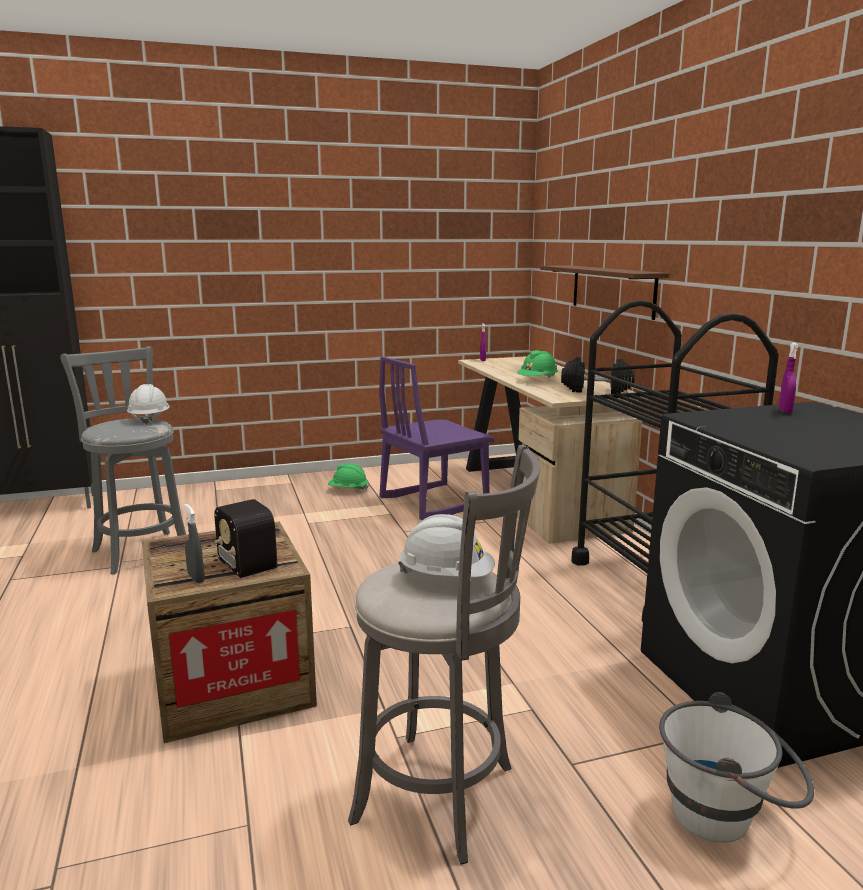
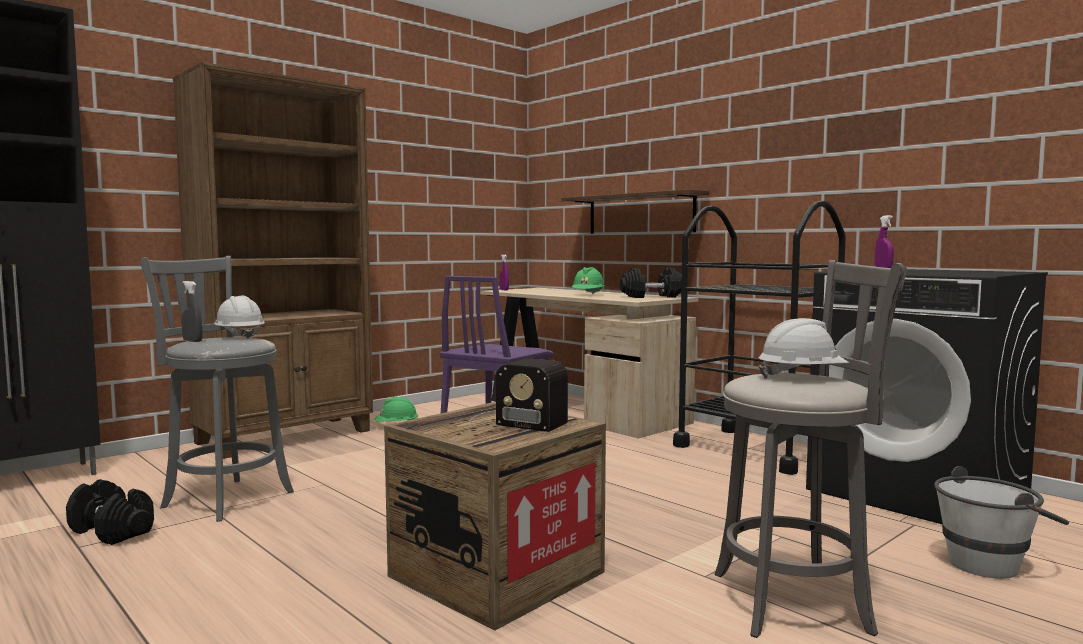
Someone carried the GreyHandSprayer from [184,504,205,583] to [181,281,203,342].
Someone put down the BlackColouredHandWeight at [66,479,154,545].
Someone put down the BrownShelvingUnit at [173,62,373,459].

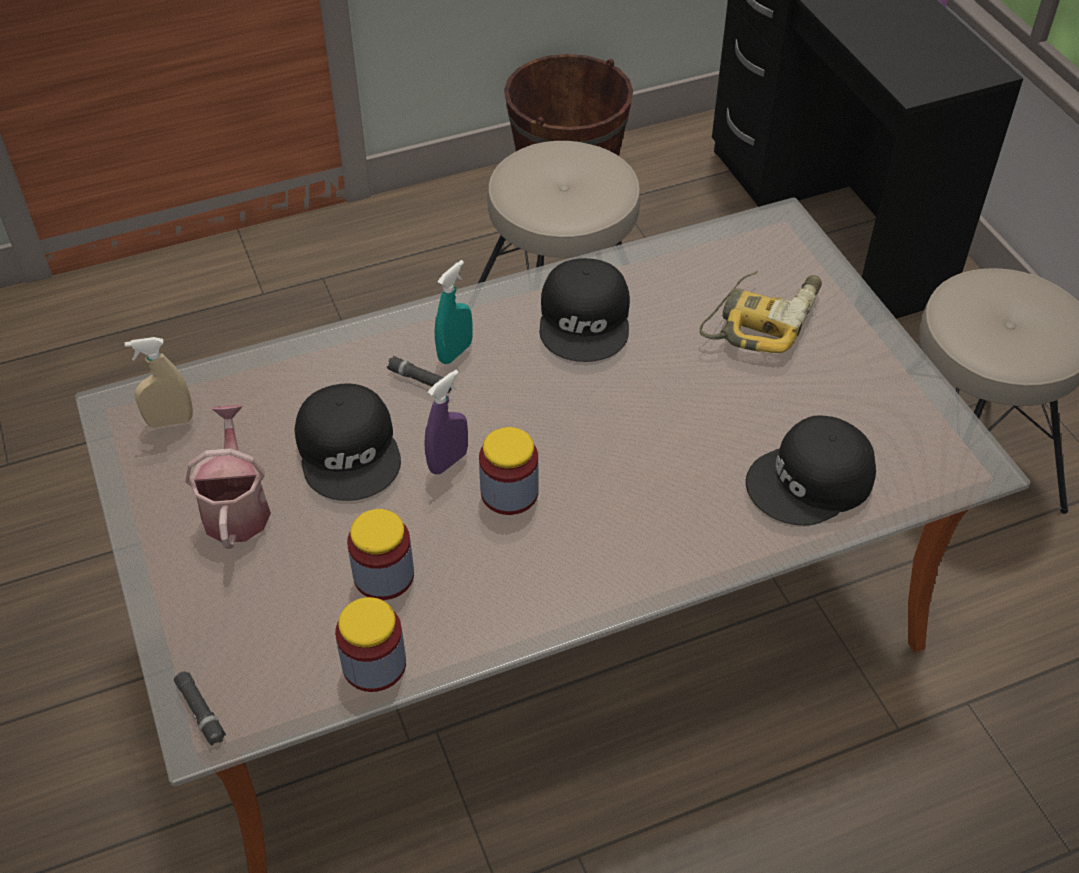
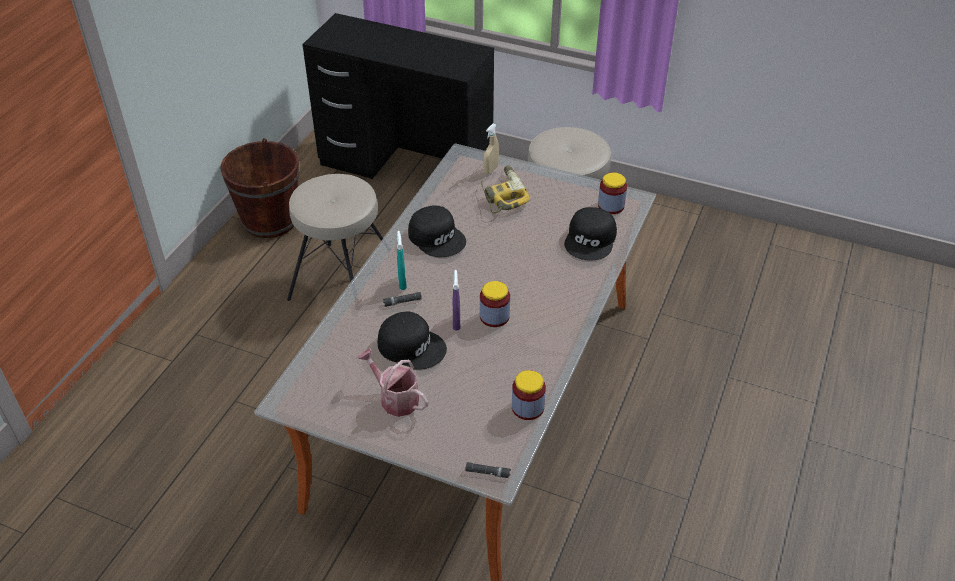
Someone carried the BeigeHandSprayer from [125,337,193,427] to [483,124,499,174].
Someone carried the PreserveJar from [347,509,414,600] to [598,173,627,214].

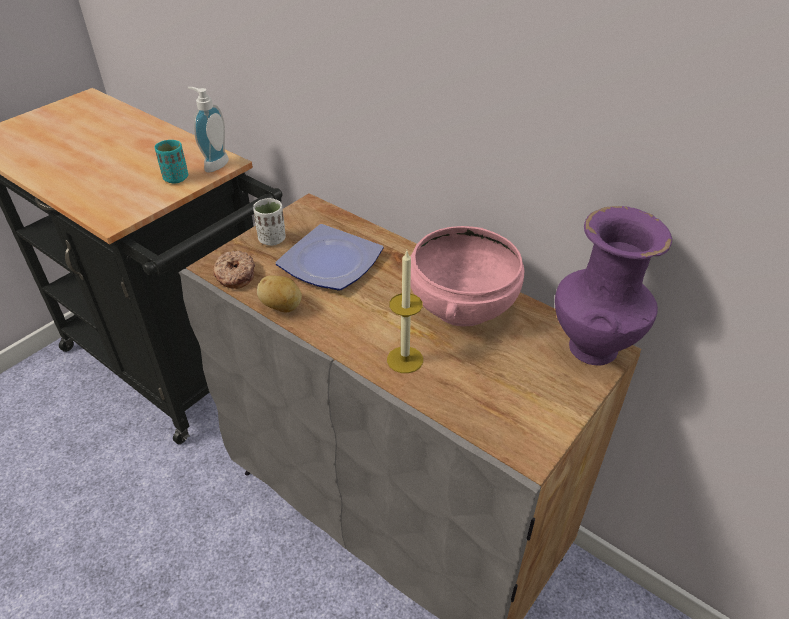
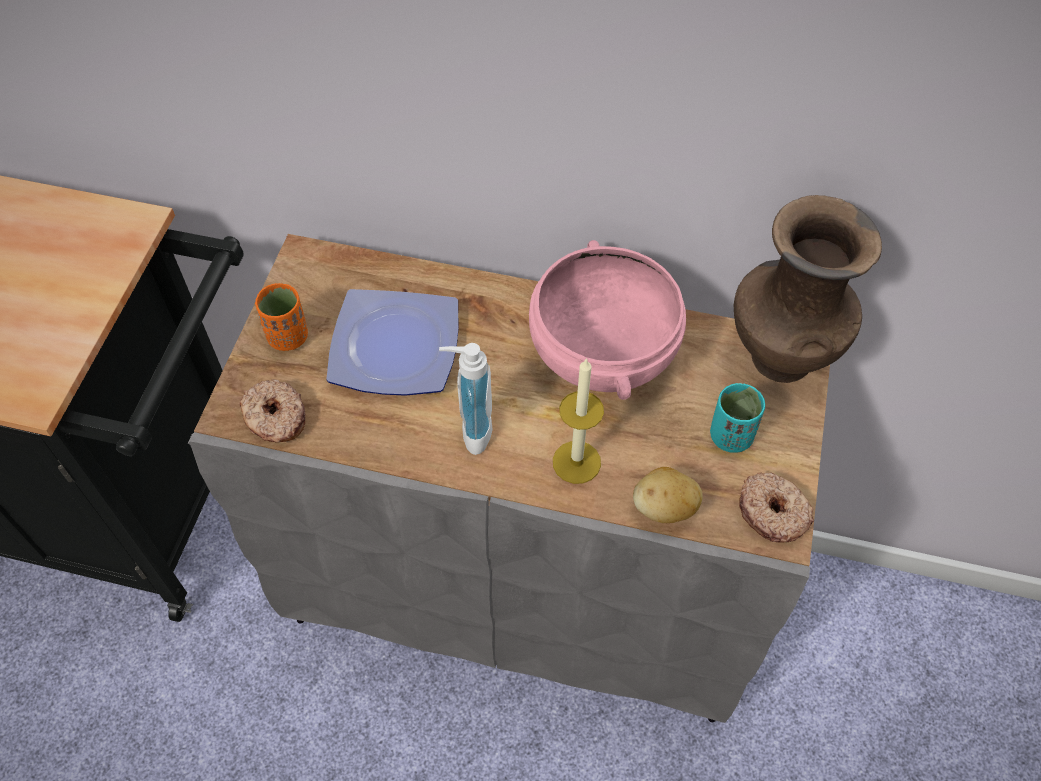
Someone carried the BlueGreenCup from [155,140,188,184] to [710,383,765,453].
Someone carried the SoapDispenser from [188,87,229,173] to [439,343,493,455].
Someone repainted the WhiteColouredCup at [253,198,285,246], which became the OrangeyCup at [255,283,308,351].
Someone carried the Spud from [257,275,302,312] to [633,467,702,523].
Someone repainted the PurplishDecorativeVase at [555,206,672,365], which became the BrownDecorativeVase at [734,195,882,383].
Someone put down the RingDoughnut at [739,472,814,542].

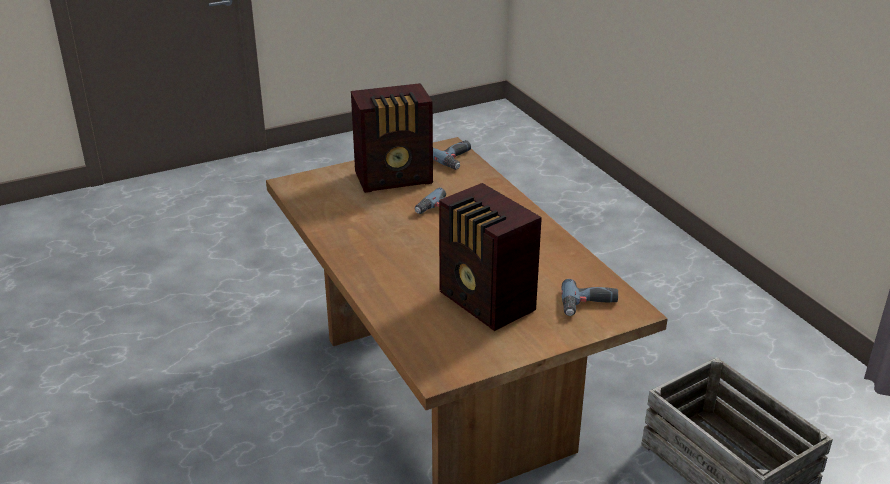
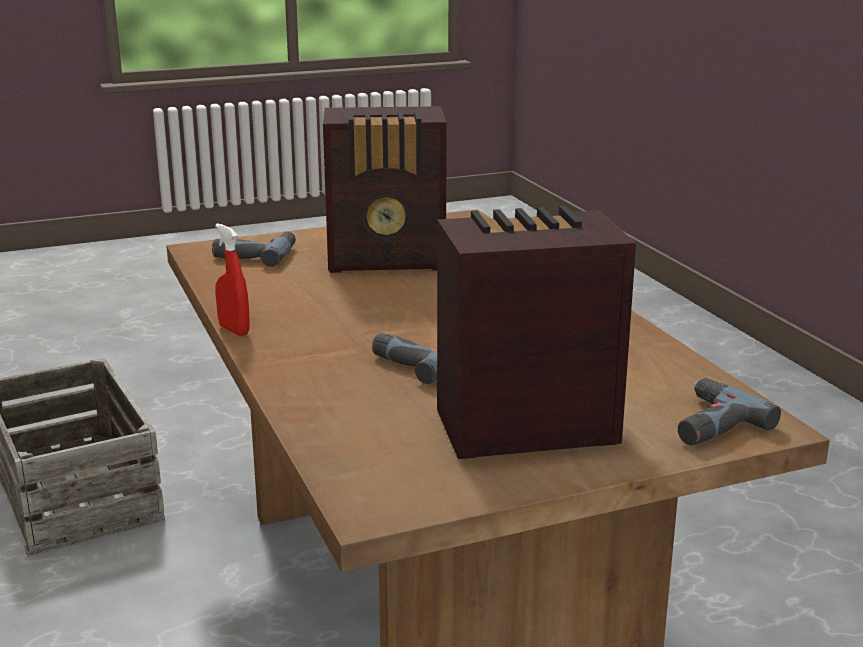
Someone carried the ElectricDrill from [433,140,471,170] to [678,378,781,445].
Someone rotated the RadioSet at [439,183,542,331] by 120 degrees clockwise.
Someone put down the ReddishHandSprayer at [215,224,250,336].

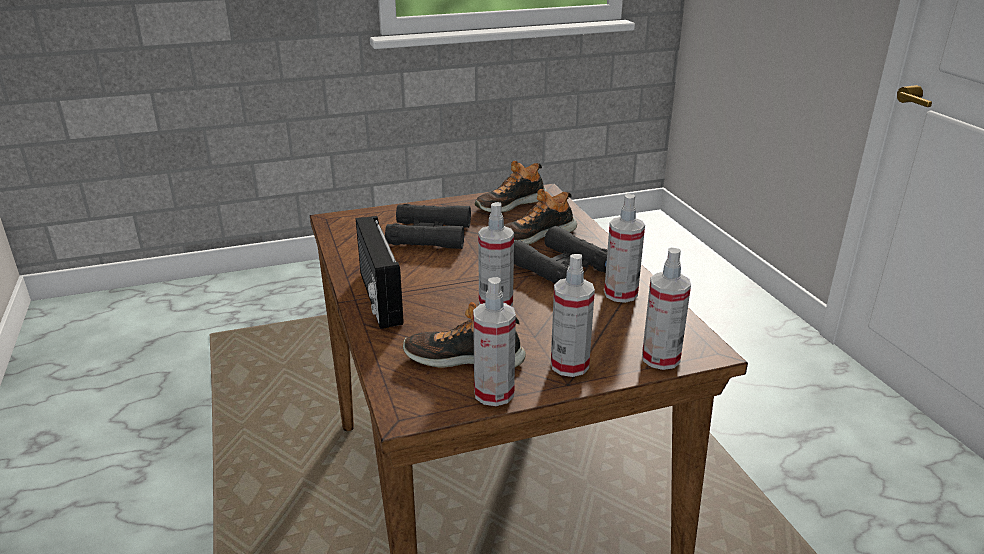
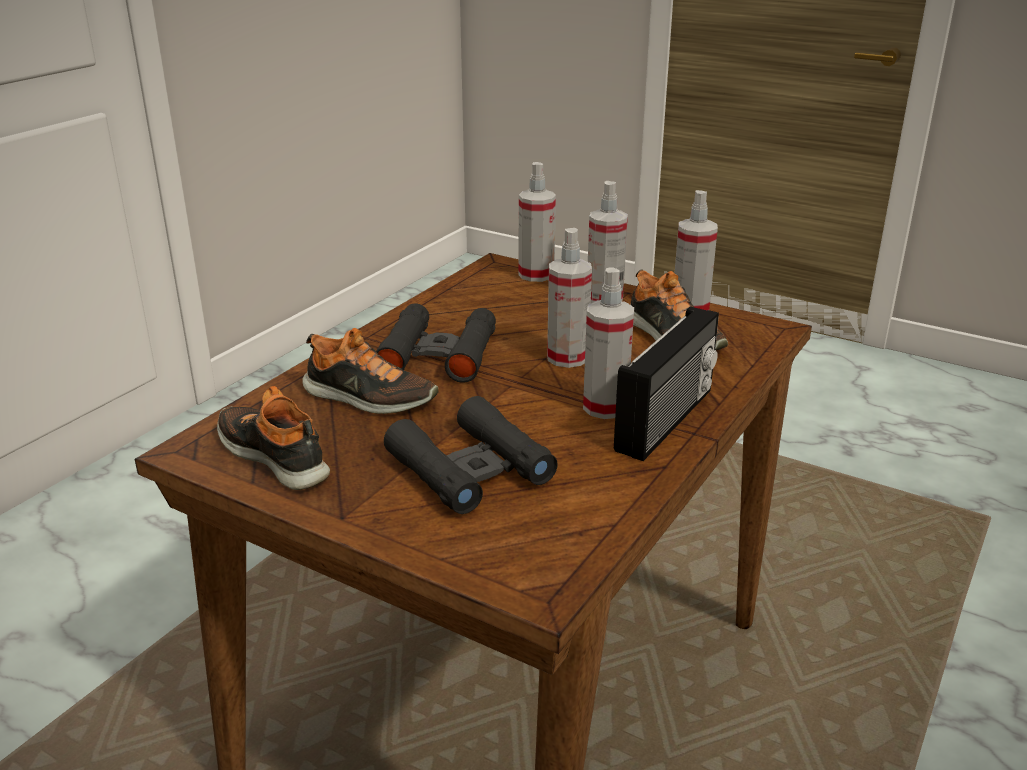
Someone rotated the LowShoe at [475,161,547,213] by 150 degrees counterclockwise.
Someone carried the HandSprayer from [604,194,645,303] to [583,268,634,419].

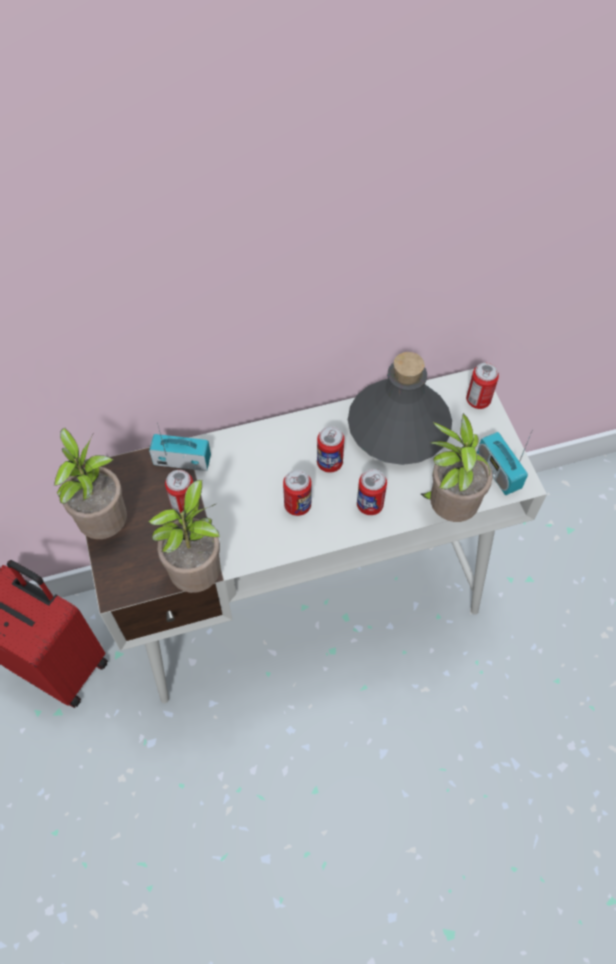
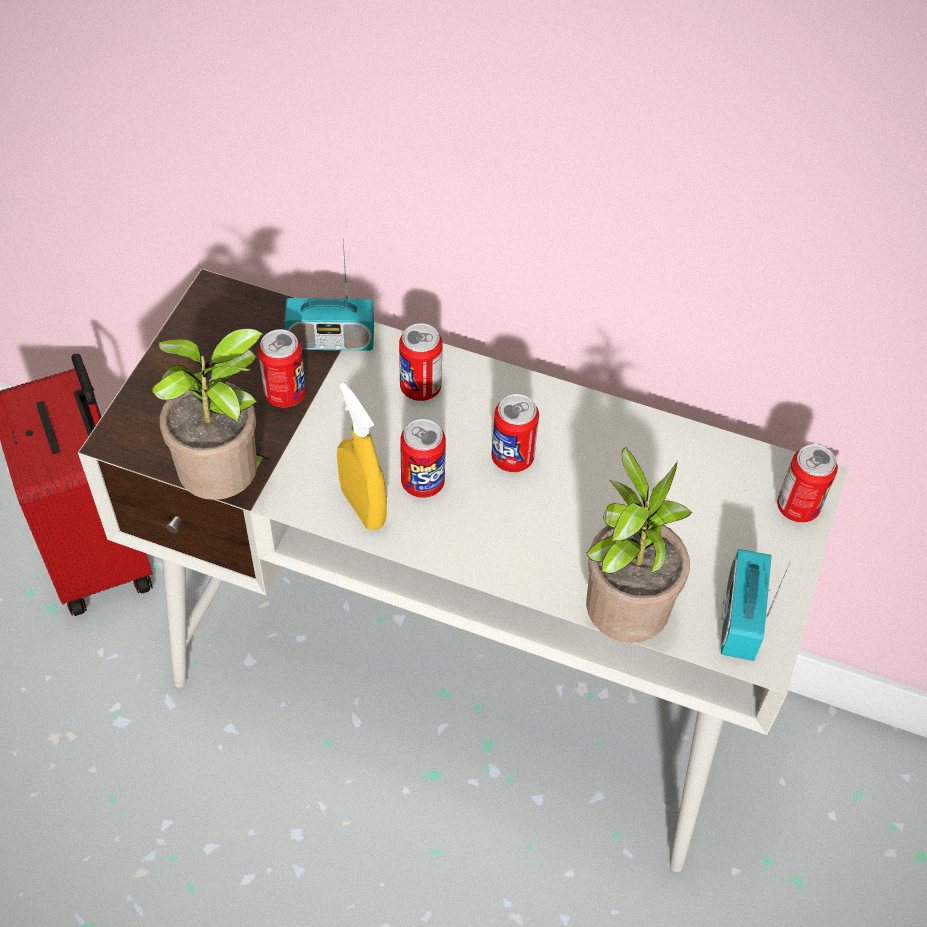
Someone took away the PlantInAPot at [54,428,127,539].
Someone rotated the RadioSet at [149,423,211,471] by 135 degrees clockwise.
Someone took away the GreyDrinkBottle at [348,352,452,465].
Someone carried the SealedCan from [357,469,387,515] to [399,323,443,401].
Someone put down the YellowHandSprayer at [337,383,387,530].

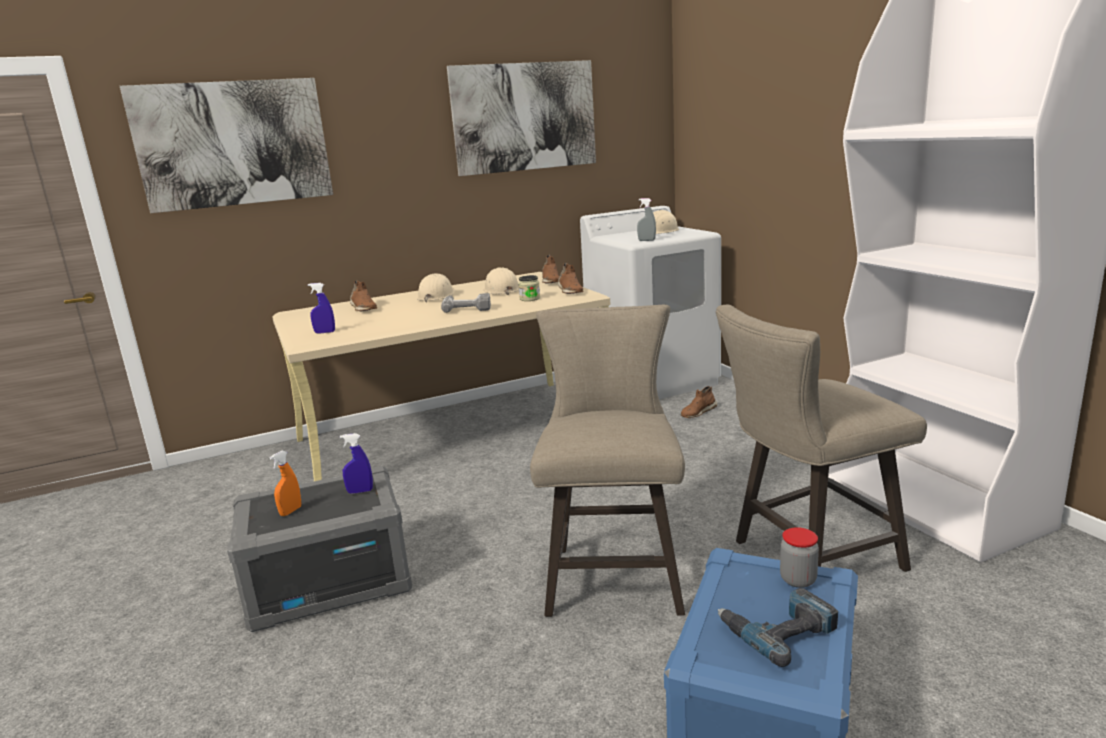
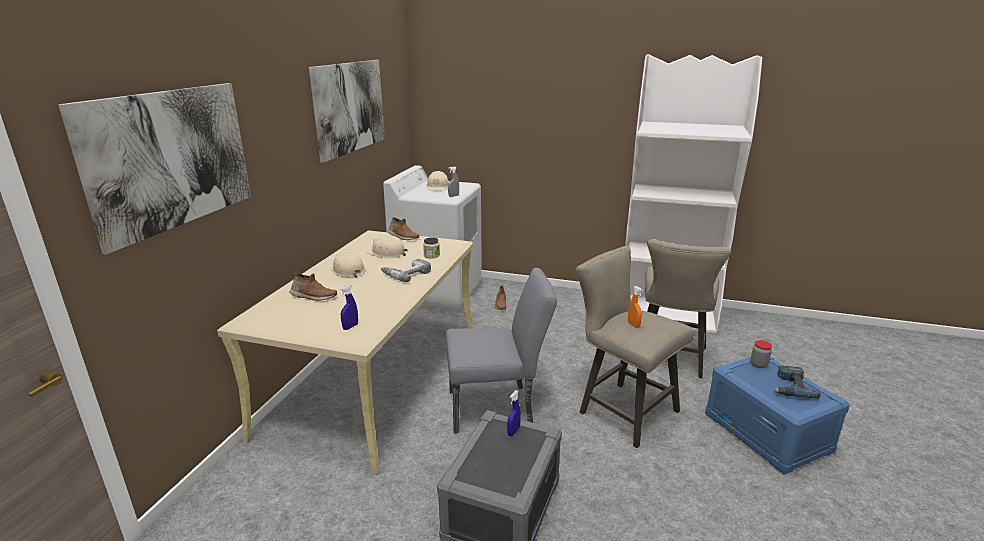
Someone carried the OrangeyHandSprayer from [270,451,301,516] to [628,286,643,328].
Someone took away the BrownLowShoe at [558,263,583,294].
Someone put down the GreyUprightChair at [446,268,557,433].

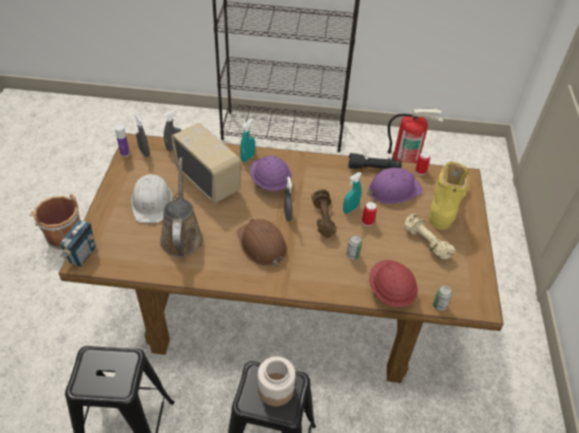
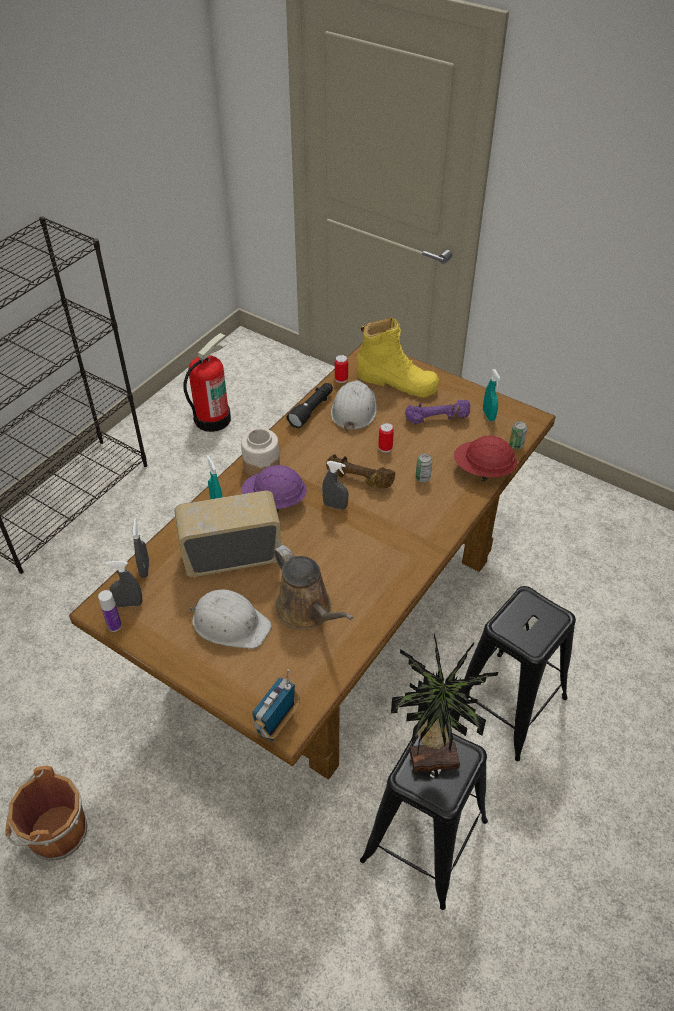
Someone rotated the RadioSet at [58,220,95,267] by 105 degrees counterclockwise.
Someone rotated the BrownWateringPot at [160,157,204,257] by 150 degrees counterclockwise.
Someone took away the BrownSafetyHelmet at [237,219,288,267].
Someone carried the PreserveJar from [258,356,295,406] to [241,428,280,476].
Someone carried the BlueGreenHandSprayer from [343,172,362,214] to [483,369,500,421].
Someone repainted the PurplishSafetyHelmet at [367,168,423,204], which became the WhiteColouredSafetyHelmet at [331,380,377,432].
Someone repainted the BeigeHandWeight at [404,214,455,260], which became the PurplishHandWeight at [405,400,470,424].
Someone rotated the YellowBoot at [429,161,470,230] by 150 degrees clockwise.
Someone put down the PlantInAPot at [391,633,498,773].

